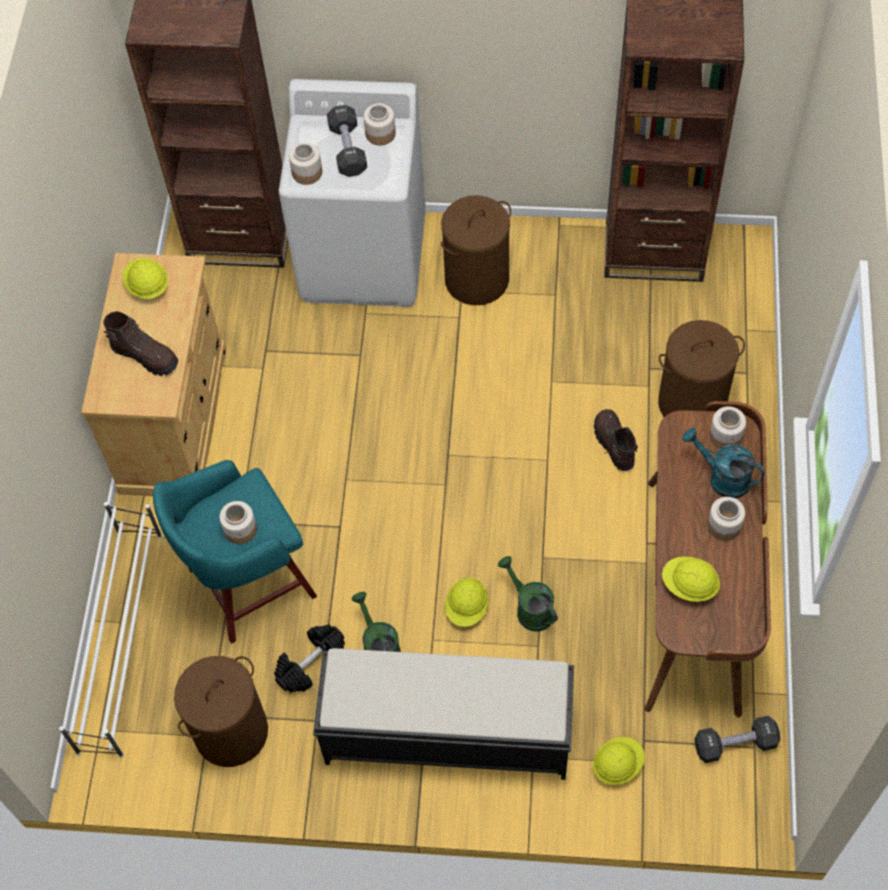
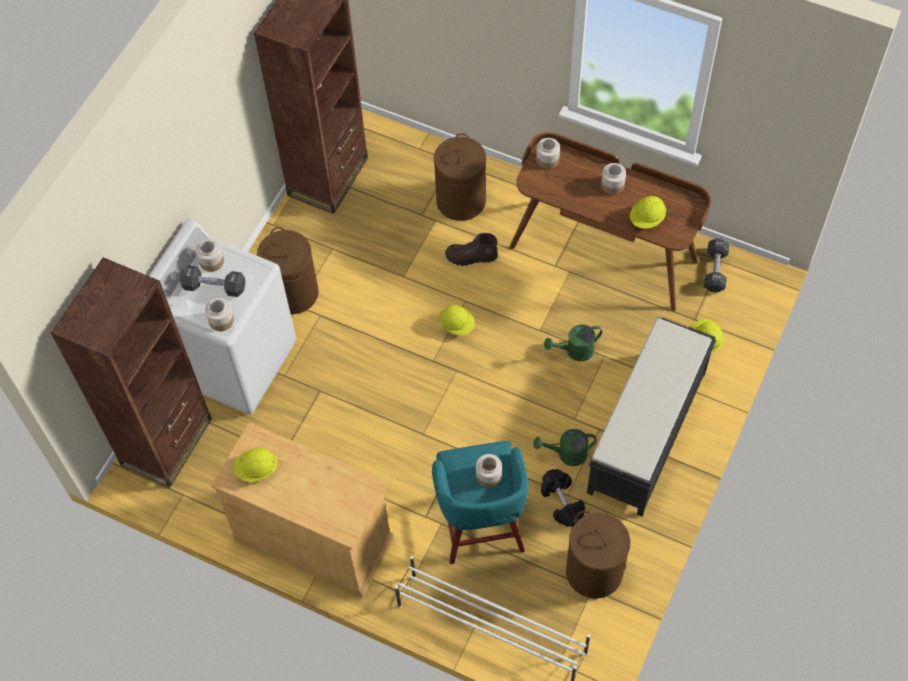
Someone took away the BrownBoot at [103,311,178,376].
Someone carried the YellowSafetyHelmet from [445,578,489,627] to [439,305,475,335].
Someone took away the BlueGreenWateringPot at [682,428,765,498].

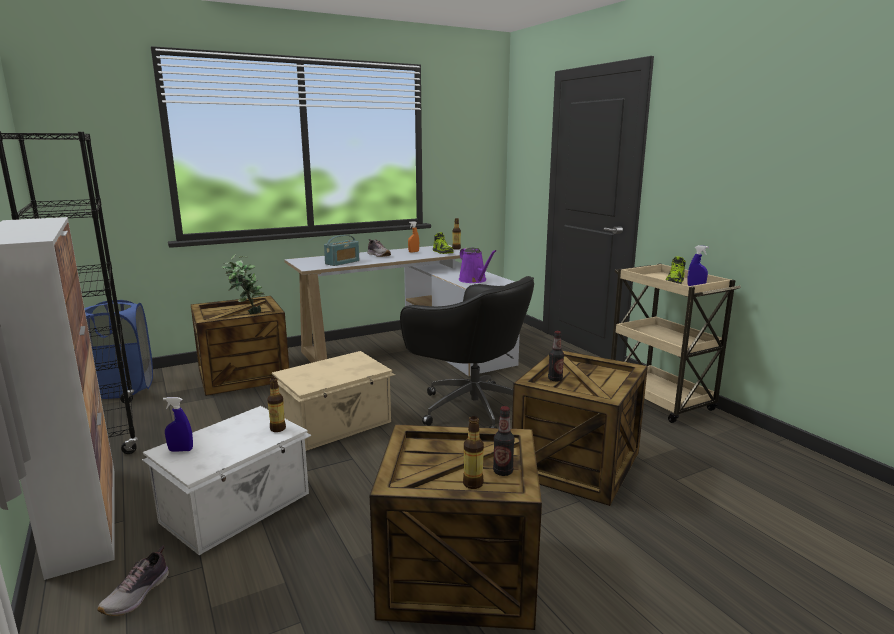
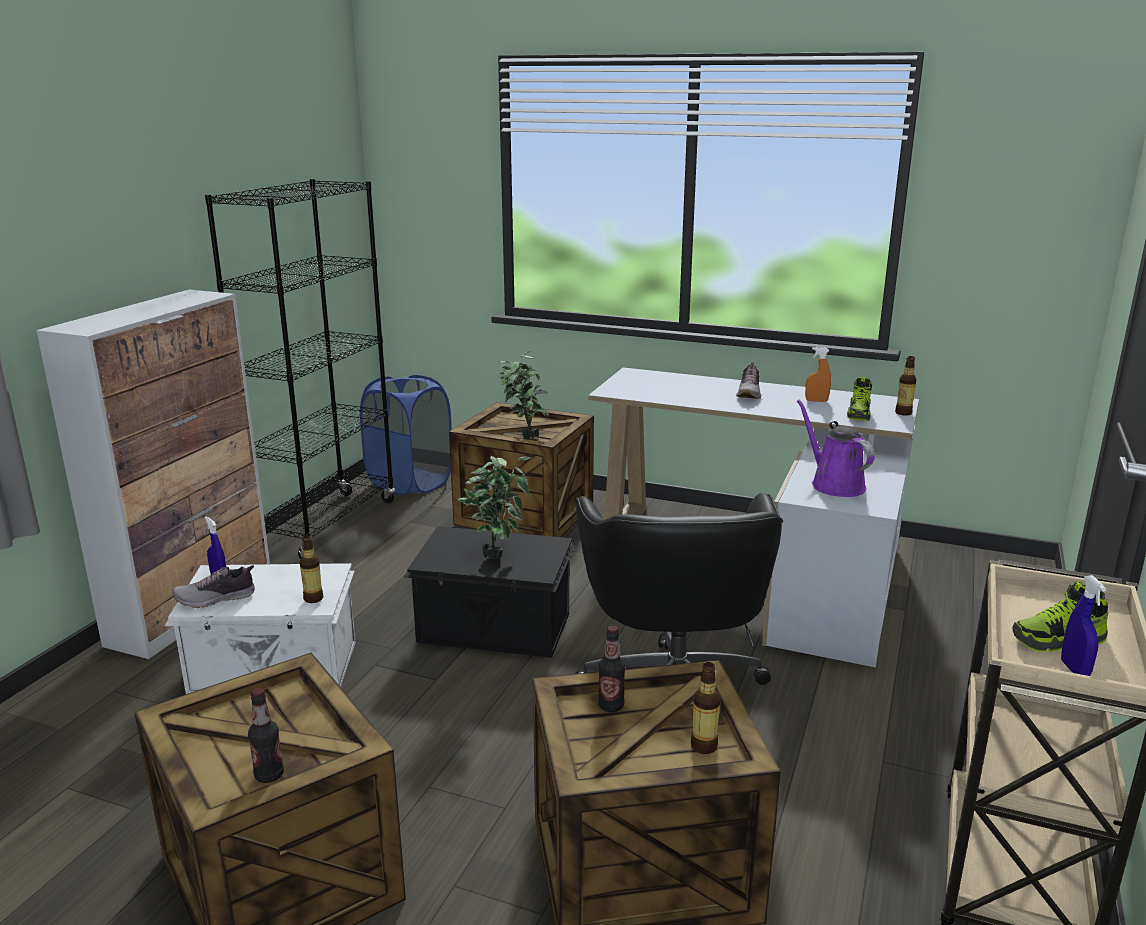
Someone carried the LowShoe from [97,546,169,616] to [172,565,255,608].
Someone repainted the BeigeStorageBin at [272,351,395,451], which became the BlackColouredStorageBin at [404,526,575,658].
Someone took away the RadioSet at [324,235,359,266].
Someone rotated the PurplishWateringPot at [459,247,496,283] by 135 degrees clockwise.
Someone carried the DrinkBottle from [463,416,484,489] to [691,662,721,754].
Someone put down the PlantInAPot at [458,456,531,559].

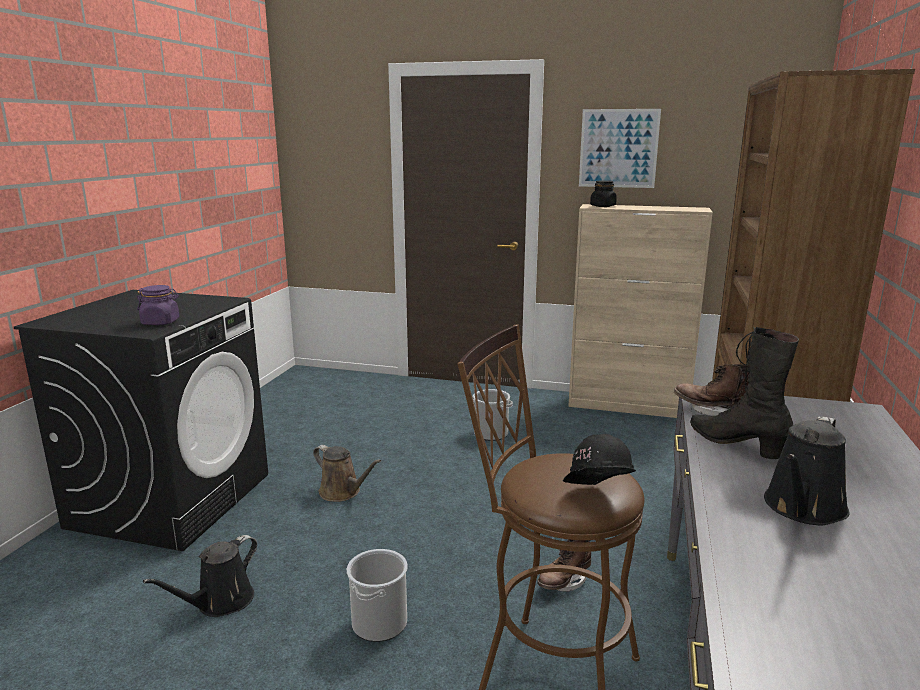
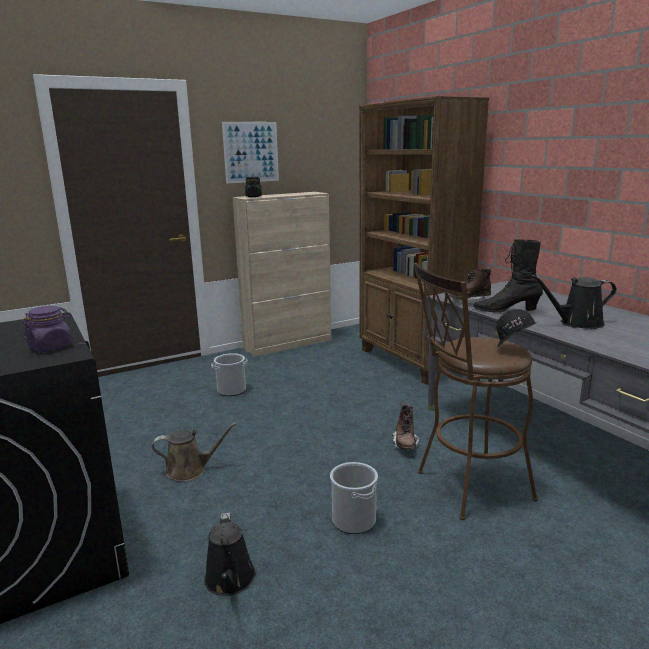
Someone rotated the BlackColouredWateringPot at [764,416,850,525] by 90 degrees clockwise.

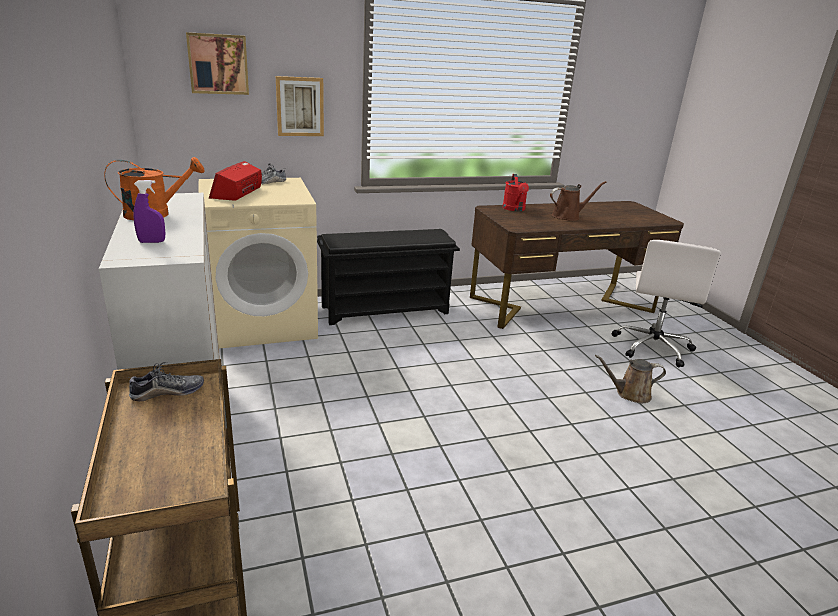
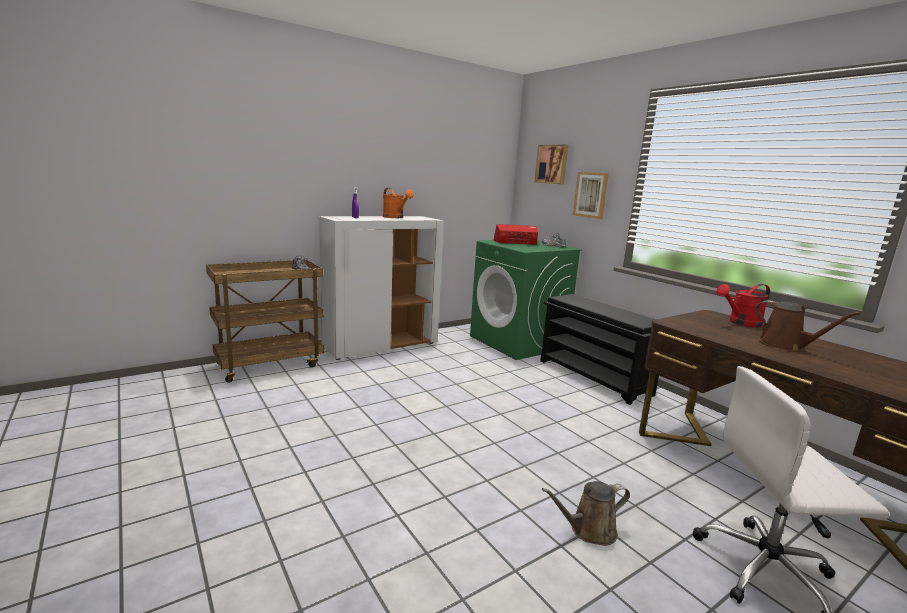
Someone repainted the BeigeWashingMachine at [198,178,318,349], which became the GreenWashingMachine at [470,240,582,360].
Someone rotated the BrownWateringPot at [595,355,666,403] by 90 degrees counterclockwise.

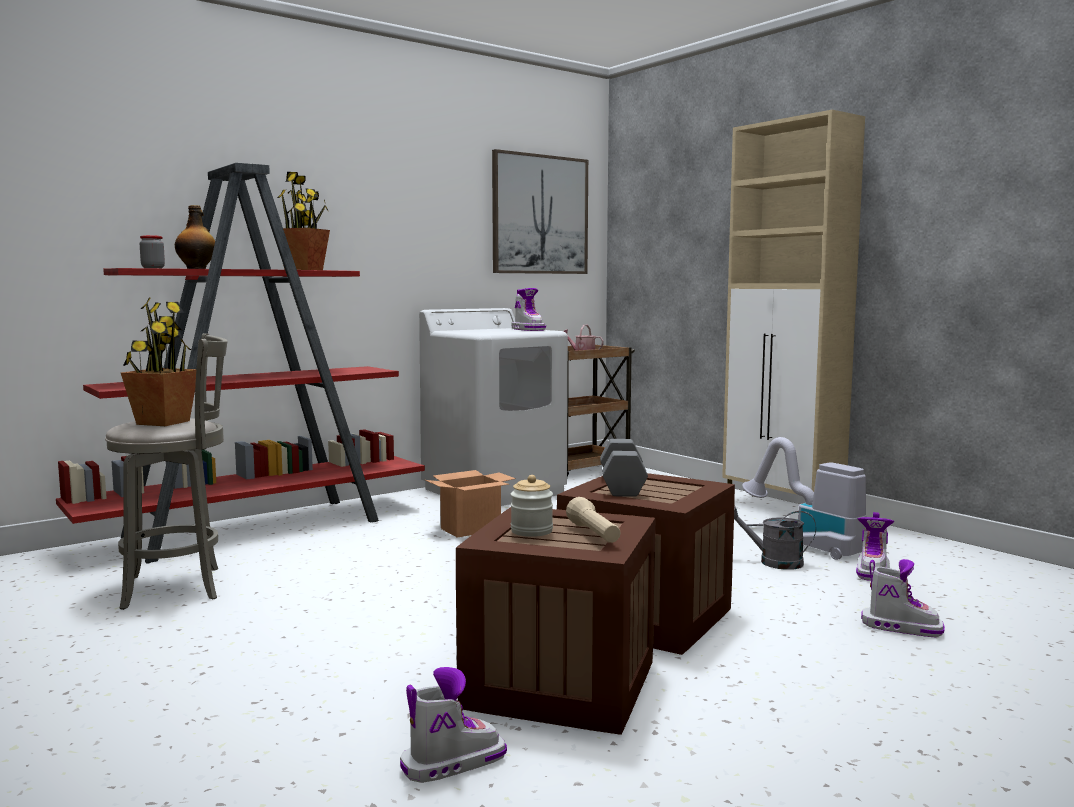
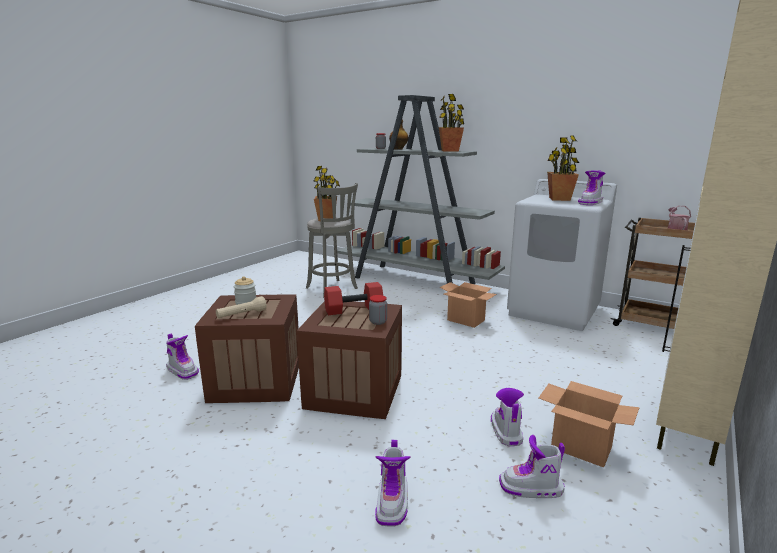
Someone repainted the ReddishShelvingUnit at [56,163,425,564], which became the GreyShelvingUnit at [337,95,505,284].
Someone took away the Picture at [492,149,588,274].
Someone repainted the GreyHandWeight at [600,439,648,497], which became the ReddishHandWeight at [324,282,383,315].
Someone swapped the GreyWateringPot at [734,506,816,570] for the Boot at [491,388,524,446].
Someone swapped the VacuumCleaner at [742,437,866,560] for the PackingBox at [539,381,639,467].
Someone put down the PreserveJar at [369,295,387,325].
Someone put down the PlantInAPot at [547,136,579,201].

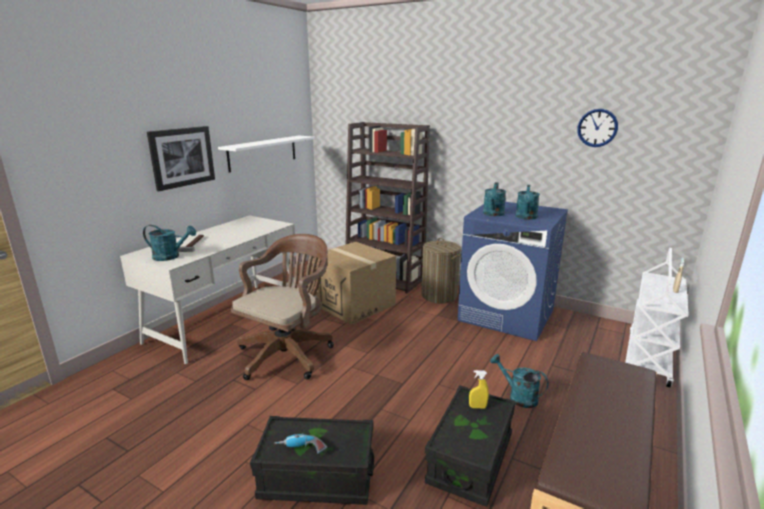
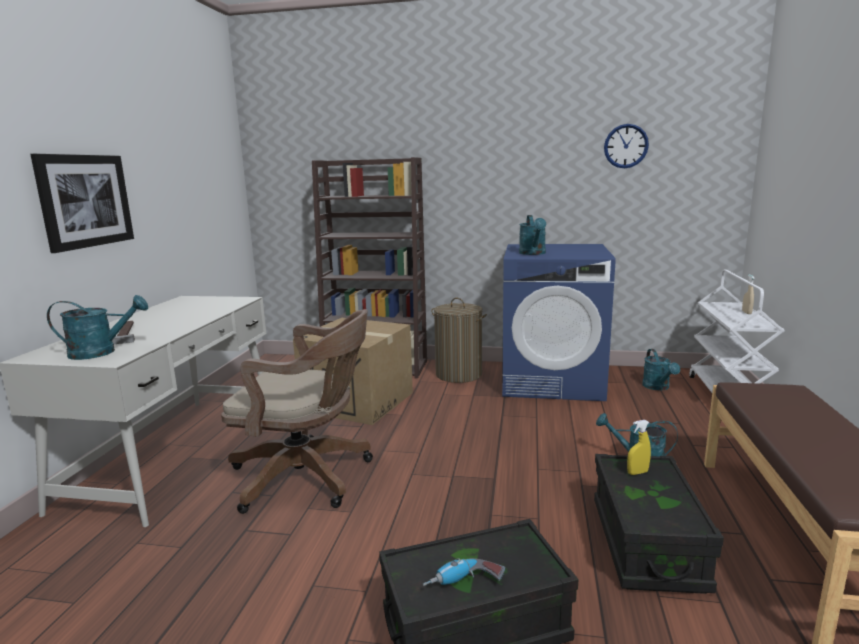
Someone took away the WhiteColouredWallShelf at [218,136,315,173].
Someone rotated the BrownDeskChair at [231,234,334,380] by 90 degrees clockwise.
Someone carried the BlueGreenWateringPot from [515,185,540,220] to [642,349,680,391].

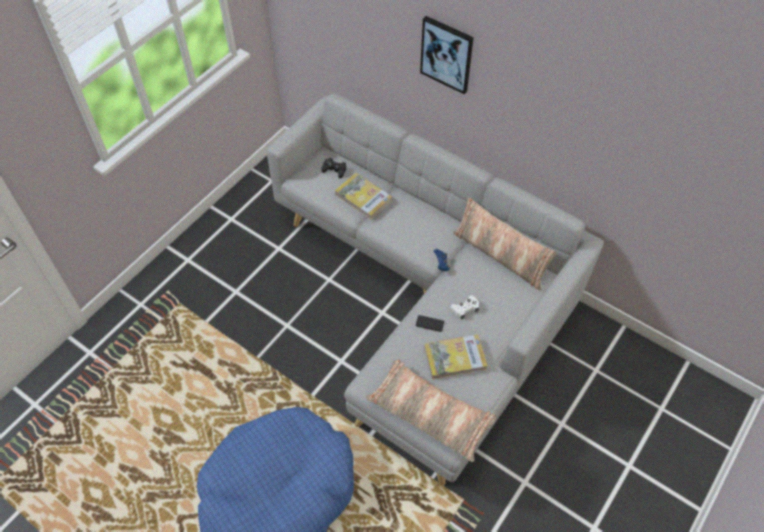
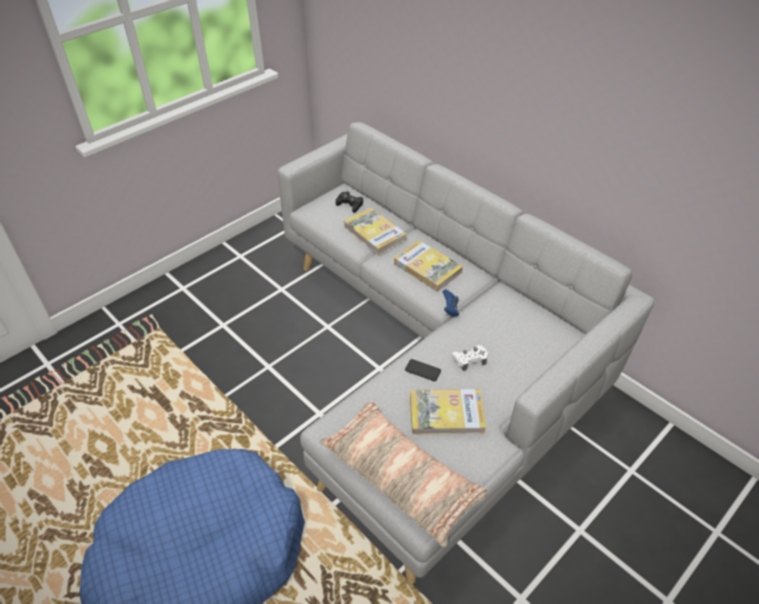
Someone took away the Picture at [420,16,474,94].
Someone took away the ThrowPillow at [454,198,556,290].
Someone put down the Book at [394,240,463,291].

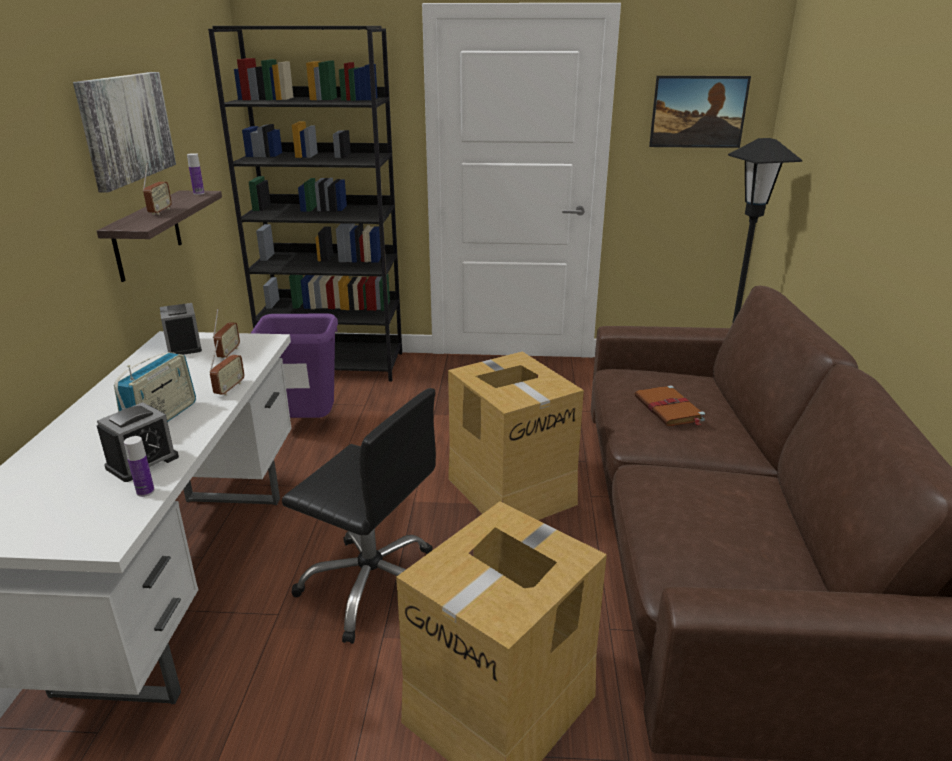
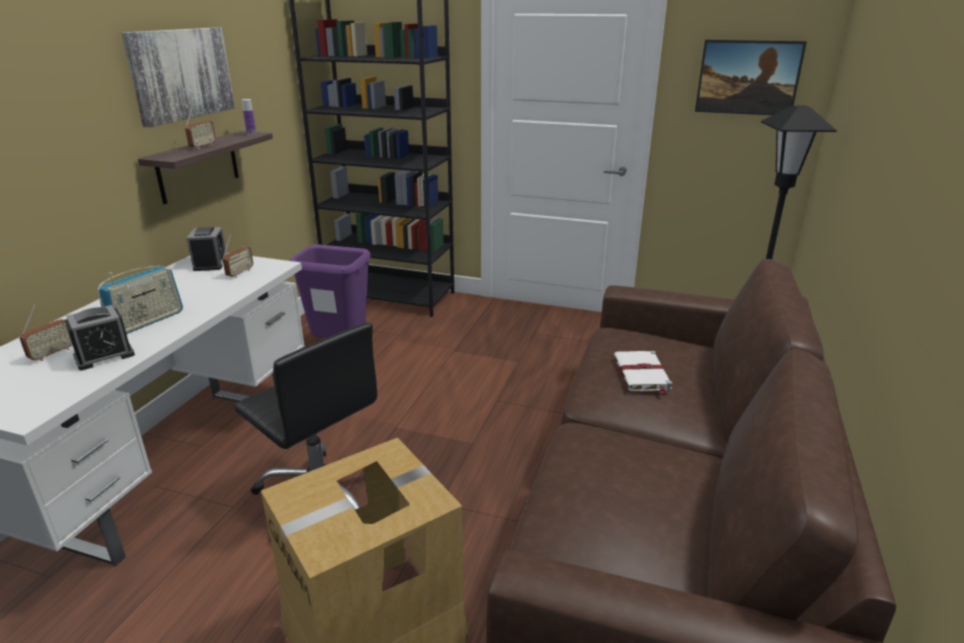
Someone took away the DrinkBottle at [124,436,155,497].
Someone carried the RadioSet from [209,340,245,396] to [20,304,72,361].
Someone took away the PackingBox at [448,352,584,520].
Someone repainted the BrownBook at [635,385,705,426], which became the WhiteColouredBook at [613,351,673,394].

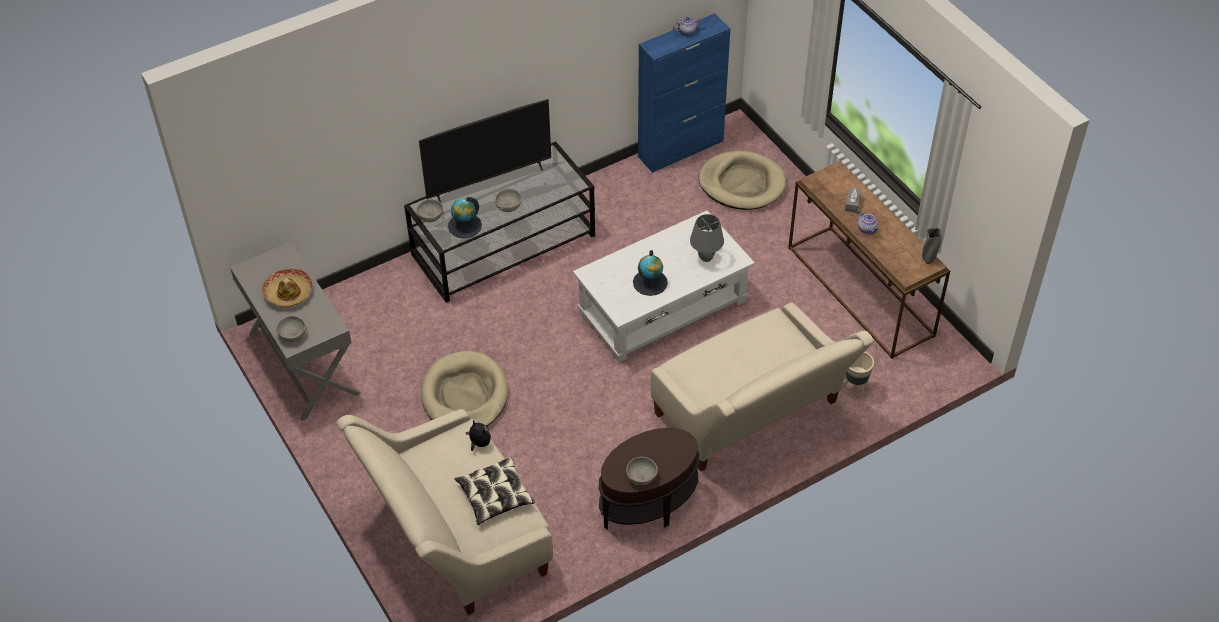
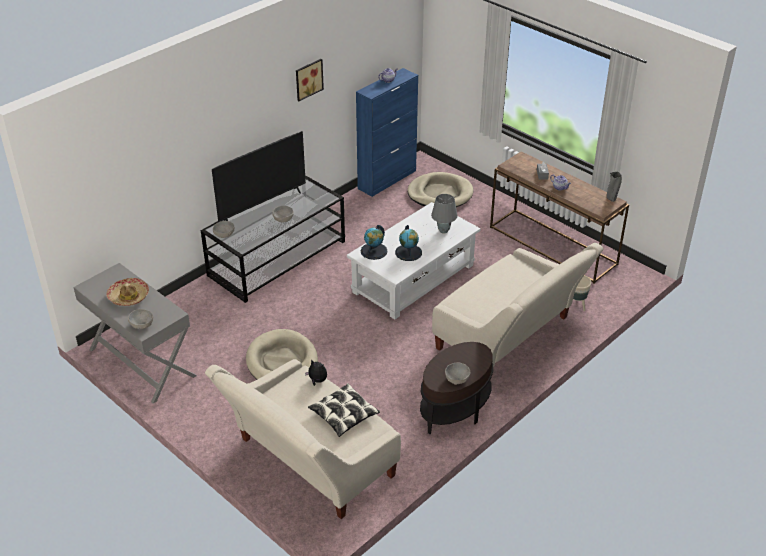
Someone carried the Globe from [448,197,482,238] to [360,225,388,260].
Someone put up the Picture at [296,59,324,101].

